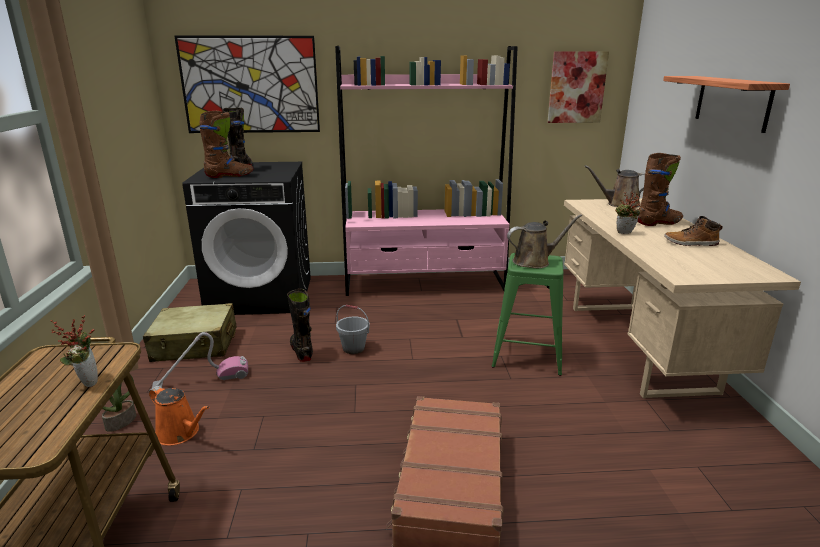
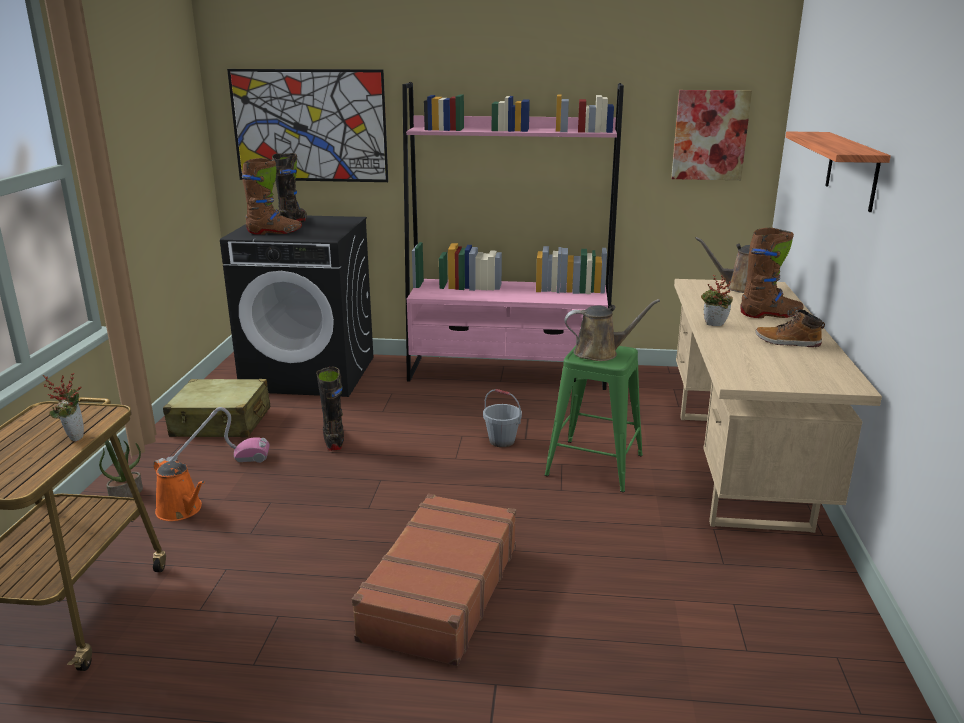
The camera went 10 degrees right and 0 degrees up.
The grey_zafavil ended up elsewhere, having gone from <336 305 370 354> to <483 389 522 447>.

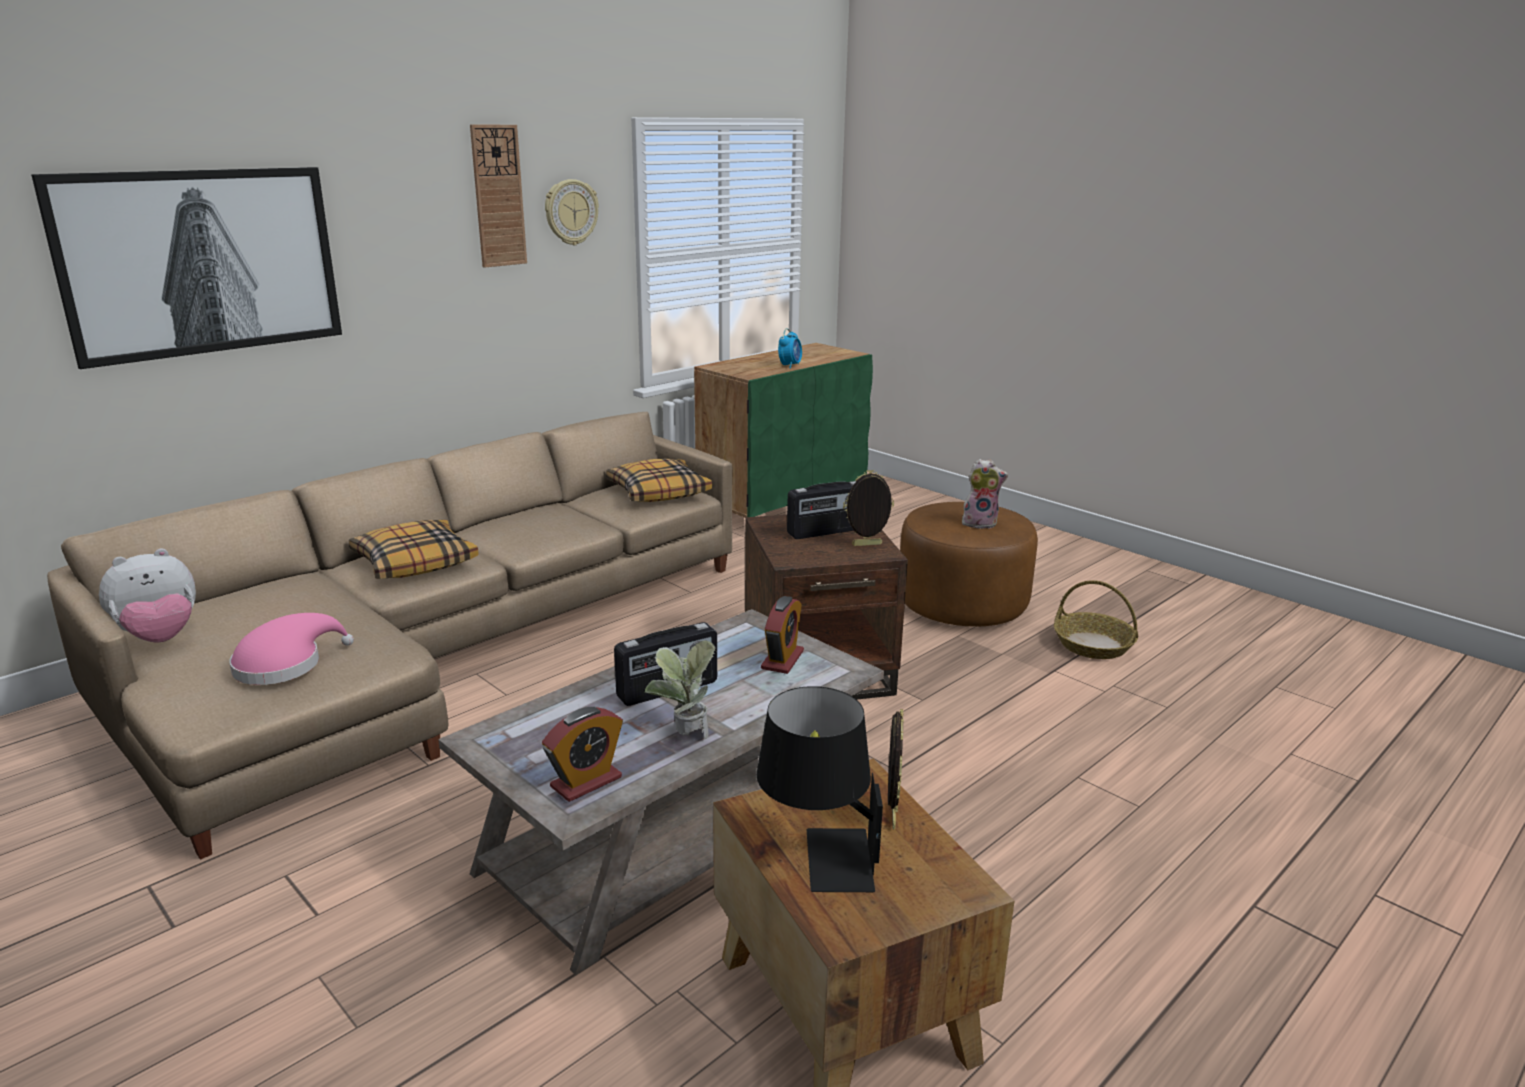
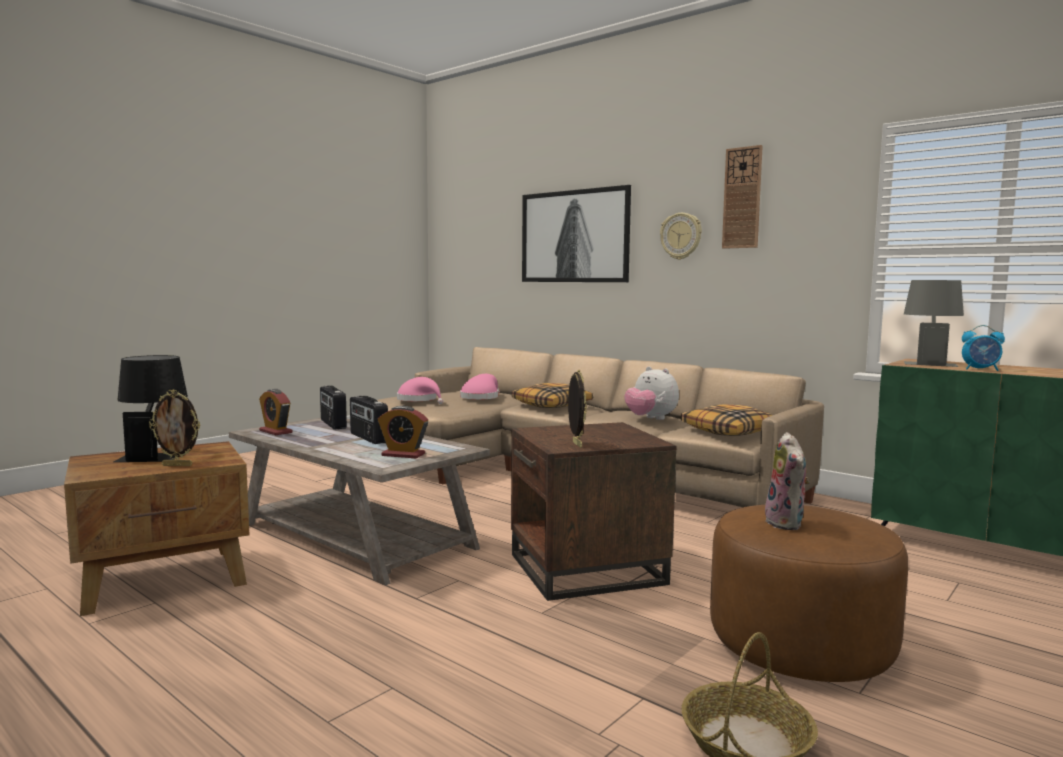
The camera went 85 degrees right and 15 degrees down.
The second view lost the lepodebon at <645 640 715 739>.
The second view gained the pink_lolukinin at <460 374 500 400>.
The second view gained the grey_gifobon at <904 280 964 367>.
The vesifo ended up elsewhere, having gone from <99 548 196 643> to <625 366 679 420>.
The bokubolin ended up elsewhere, having gone from <545 179 599 245> to <660 213 702 260>.
The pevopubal ended up elsewhere, having gone from <787 481 856 539> to <320 386 347 430>.

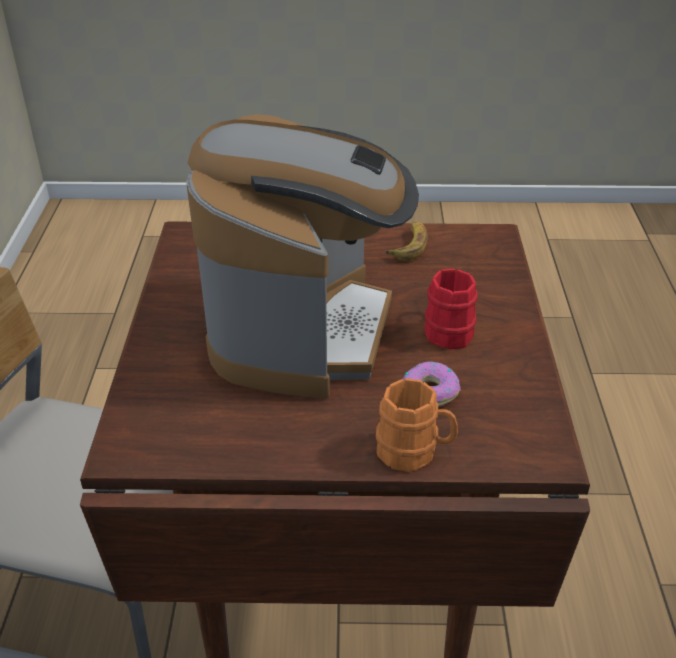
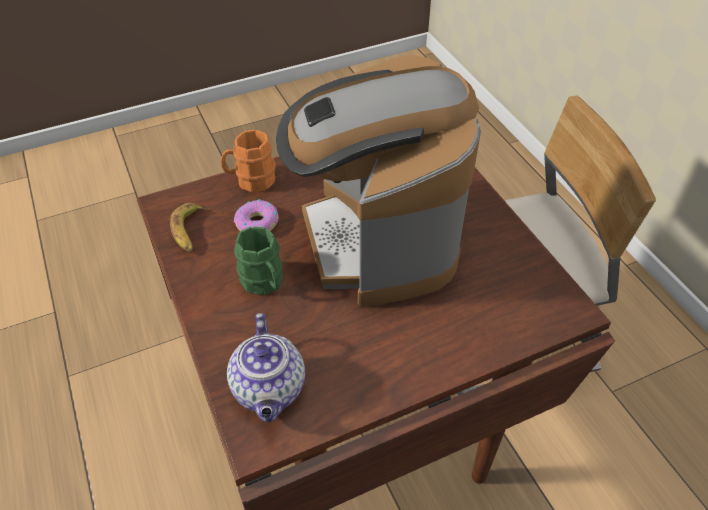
The camera went 155 degrees right and 10 degrees up.
The second view gained the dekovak at <227 313 305 422>.
The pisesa ended up elsewhere, having gone from <385 222 427 261> to <170 203 206 253>.
What was the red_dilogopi at <424 269 478 349> turned into the green_dilogopi at <234 226 283 295>.

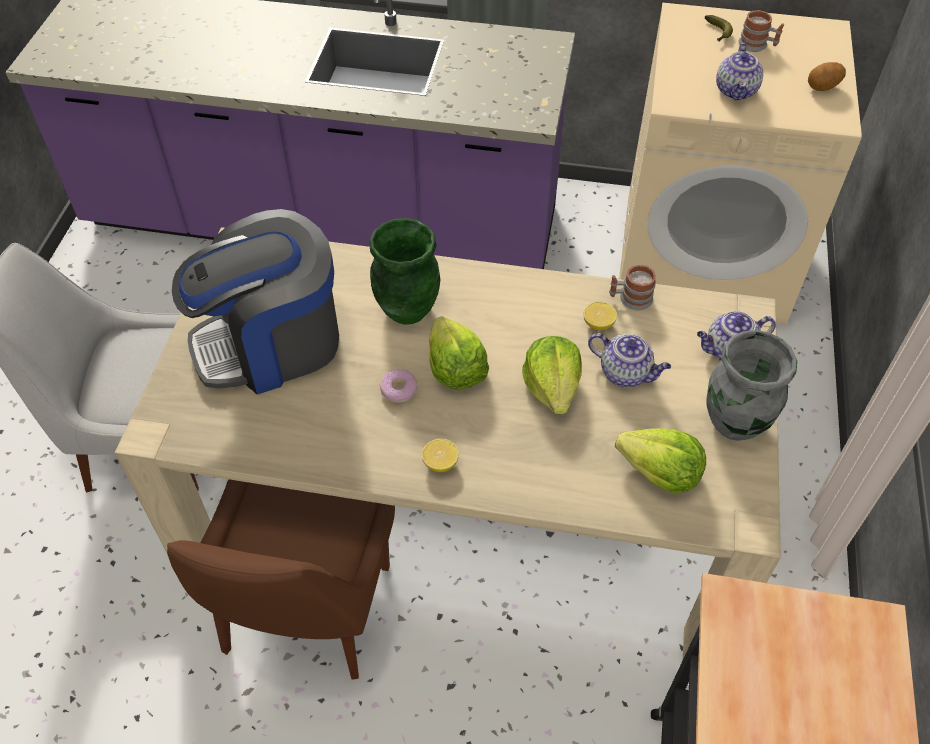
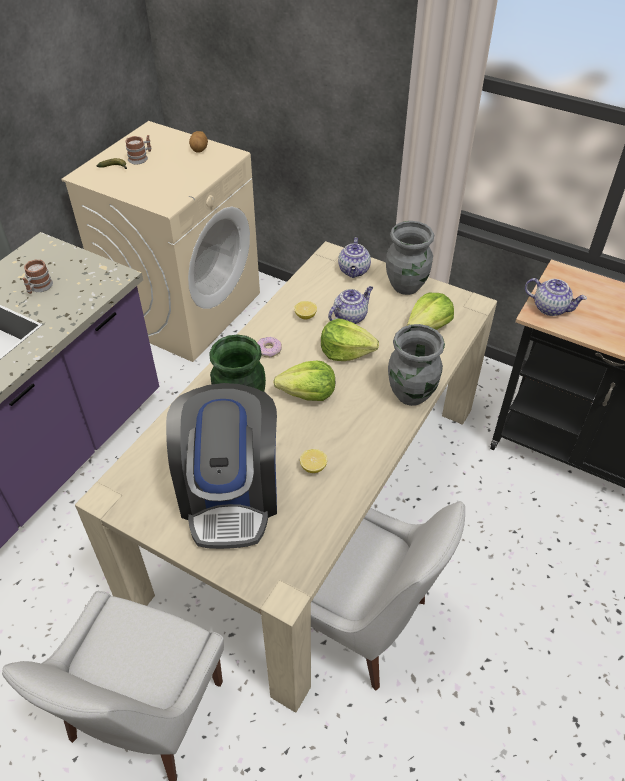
The camera went 70 degrees left and 5 degrees down.
The second view gained the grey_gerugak at <388 324 445 406>.
The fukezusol ended up elsewhere, having gone from <380 369 417 403> to <257 337 282 357>.
The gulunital ended up elsewhere, having gone from <421 439 459 472> to <300 449 327 473>.
The dilogopi ended up elsewhere, having gone from <609 265 656 310> to <22 260 53 294>.
The dekovak ended up elsewhere, having gone from <716 43 763 100> to <525 278 587 316>.
What was the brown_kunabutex at <167 479 395 680> turned into the white_kunabutex at <311 501 465 691>.

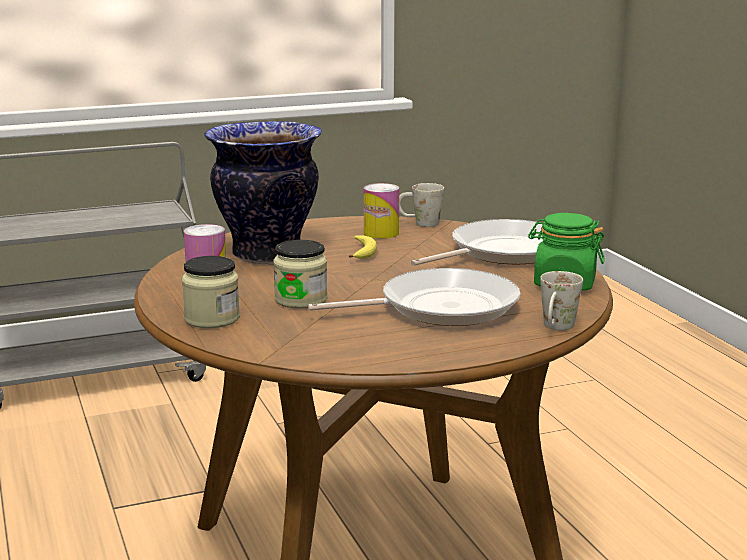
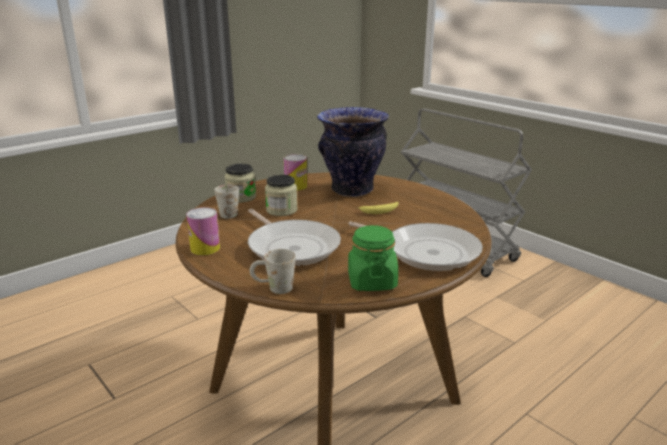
The camera went 70 degrees right and 5 degrees up.
The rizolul ended up elsewhere, having gone from <364 183 399 239> to <186 207 220 255>.
The white_dilogopi ended up elsewhere, having gone from <399 183 444 227> to <215 185 239 219>.

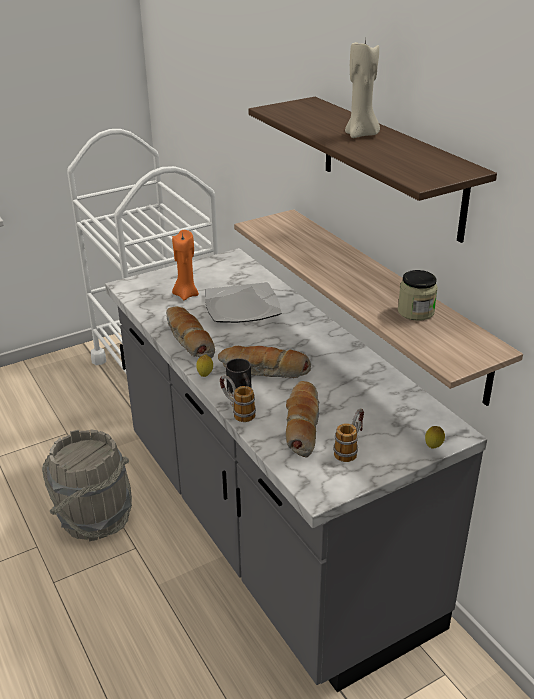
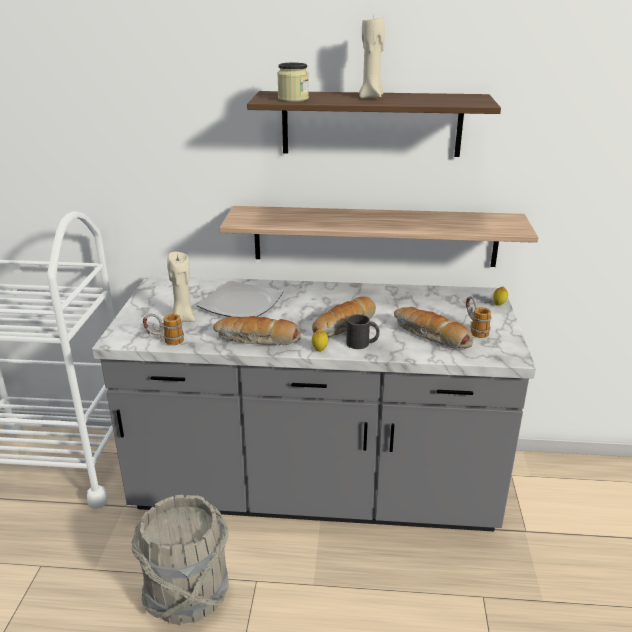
The camera went 55 degrees left and 5 degrees down.
The dilogopi ended up elsewhere, having gone from <220 375 256 422> to <143 314 184 345>.
The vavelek ended up elsewhere, having gone from <398 270 438 321> to <277 63 309 102>.
What was the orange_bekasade at <172 230 199 300> turned into the beige_bekasade at <167 252 195 322>.

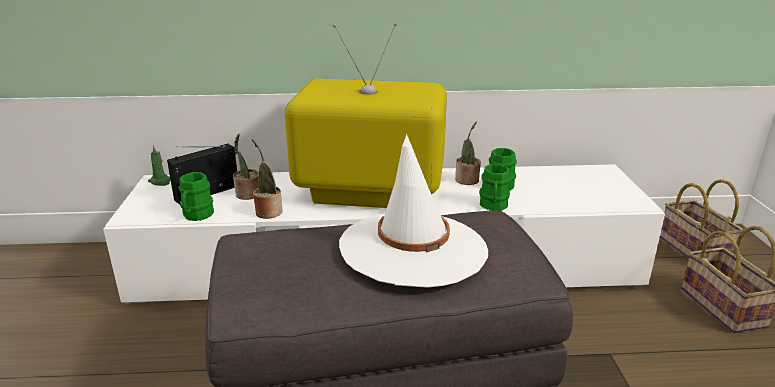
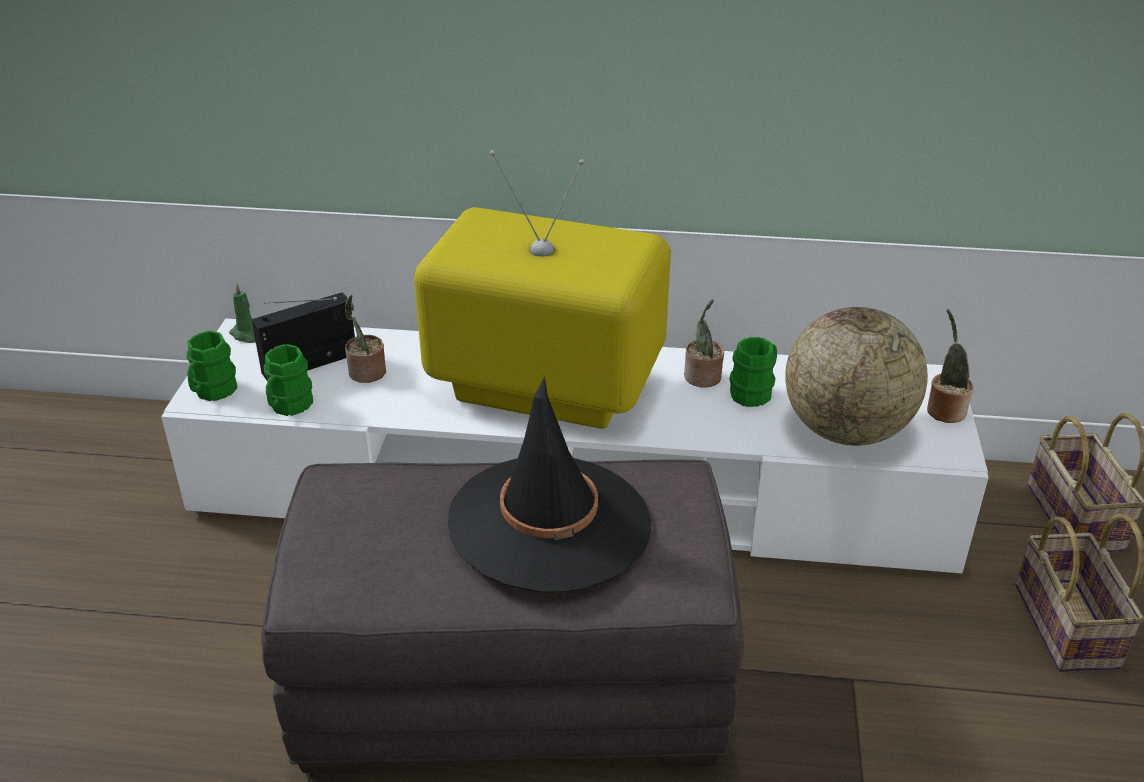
The camera went 10 degrees right and 10 degrees up.
The second view gained the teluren at <785 307 928 446>.
The lepodebon ended up elsewhere, having gone from <252 139 283 219> to <927 309 973 423>.
The green_dilogopi ended up elsewhere, having gone from <479 164 511 211> to <187 331 237 401>.
What was the white_lolukinin at <339 134 488 288> turned into the black_lolukinin at <448 376 652 592>.

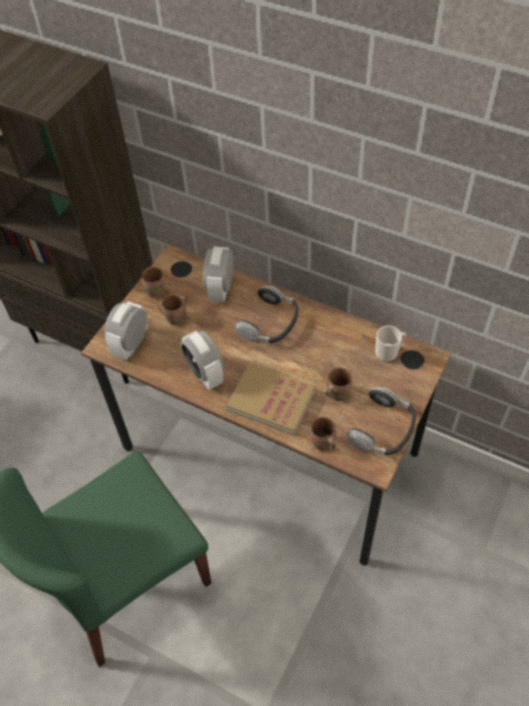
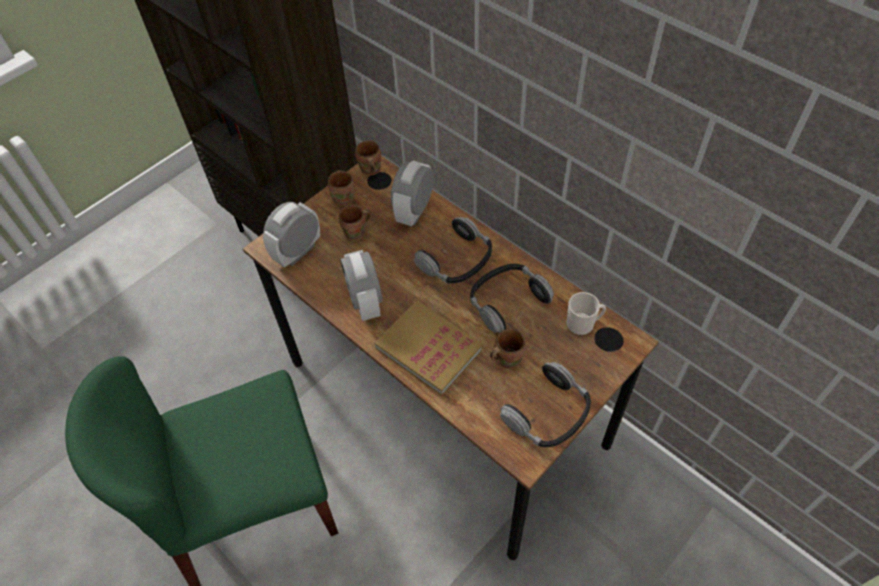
The camera went 15 degrees right and 0 degrees up.
The second view gained the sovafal at <470 264 554 333>.
The brown_dilogopi ended up elsewhere, having gone from <310 417 336 451> to <355 141 381 176>.

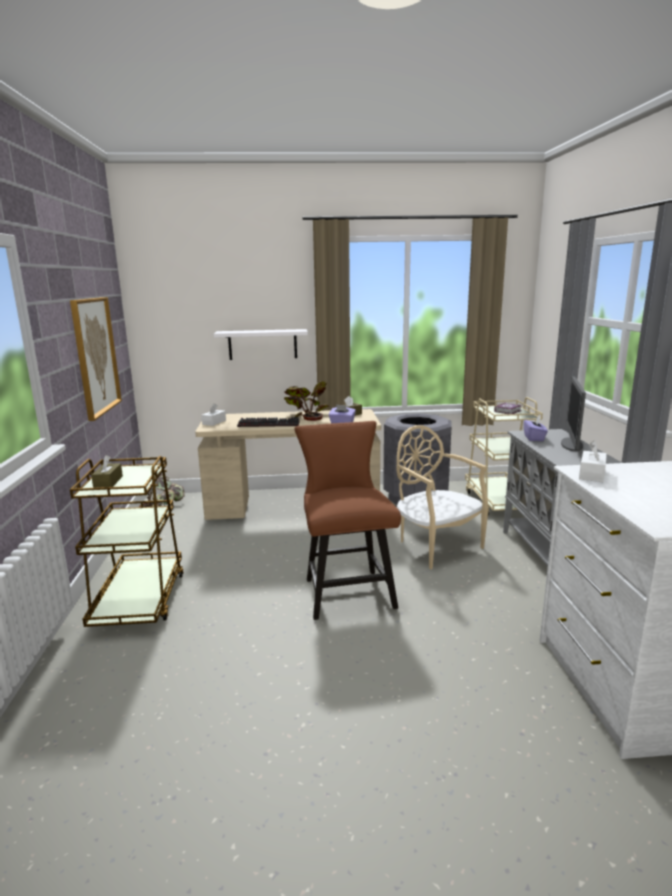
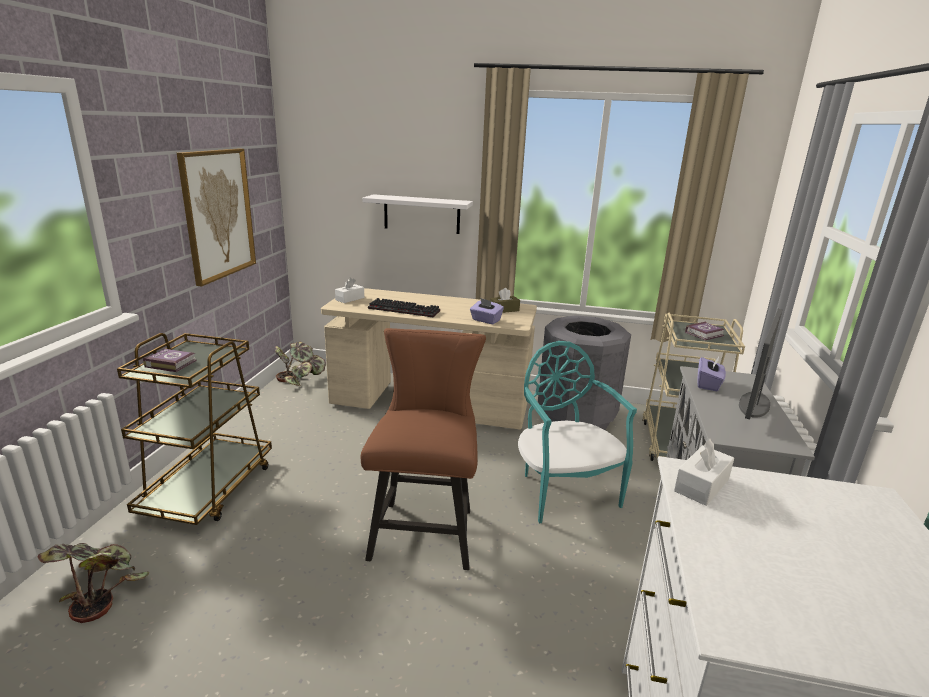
The camera went 15 degrees right and 5 degrees up.
The lepodebon ended up elsewhere, having gone from <284 381 329 421> to <37 543 149 623>.
Where the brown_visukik stood at <91 455 123 488>, the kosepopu came to stand at <143 349 197 372>.
What was the beige_kunabutex at <397 425 488 569> turned into the turquoise_kunabutex at <518 341 637 523>.

